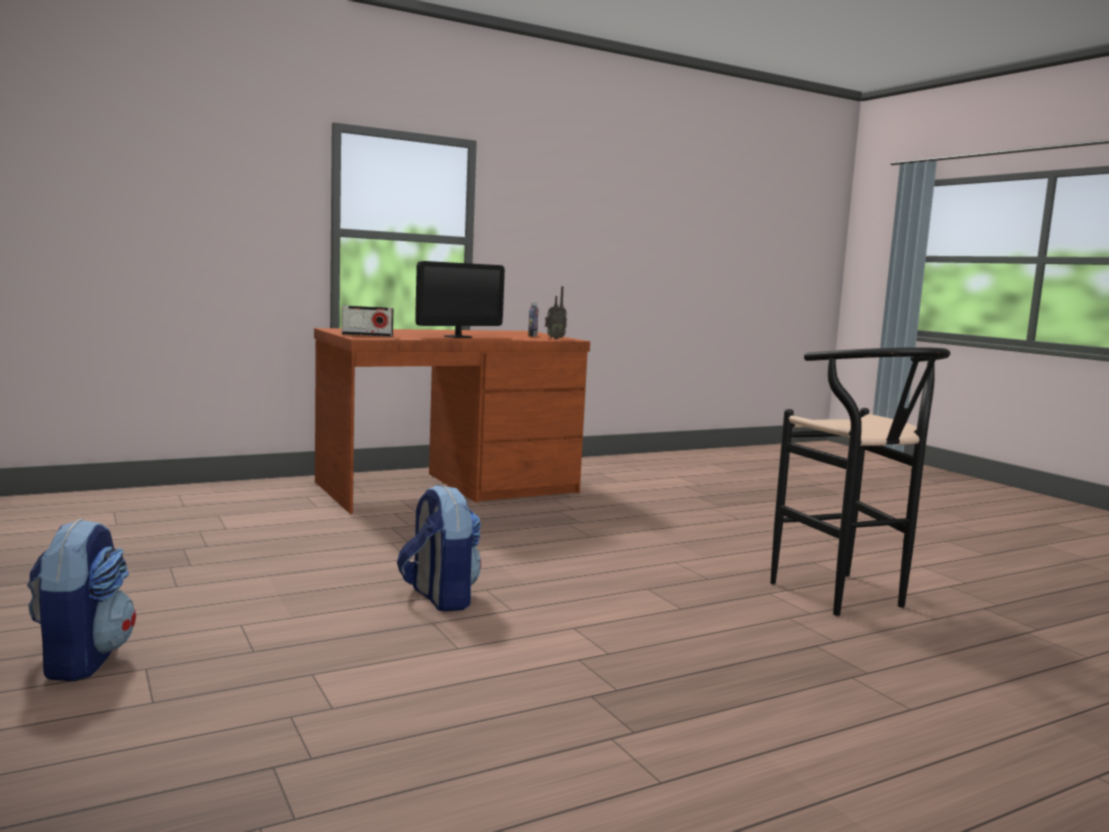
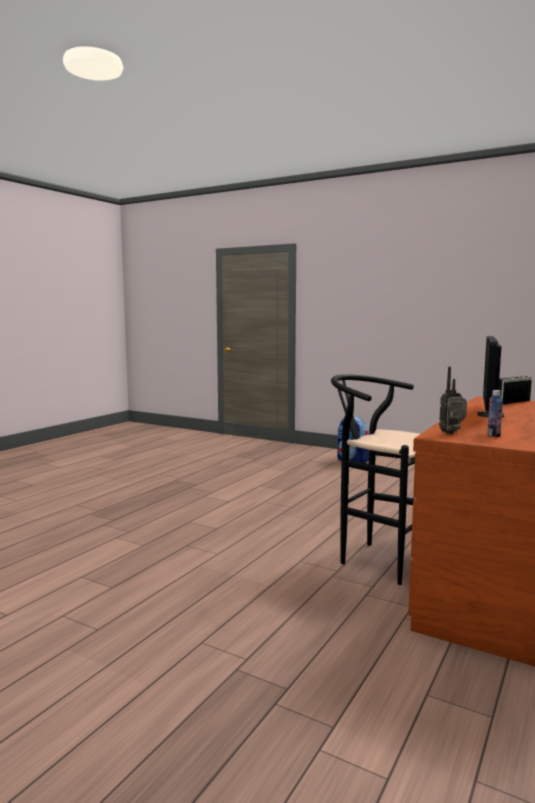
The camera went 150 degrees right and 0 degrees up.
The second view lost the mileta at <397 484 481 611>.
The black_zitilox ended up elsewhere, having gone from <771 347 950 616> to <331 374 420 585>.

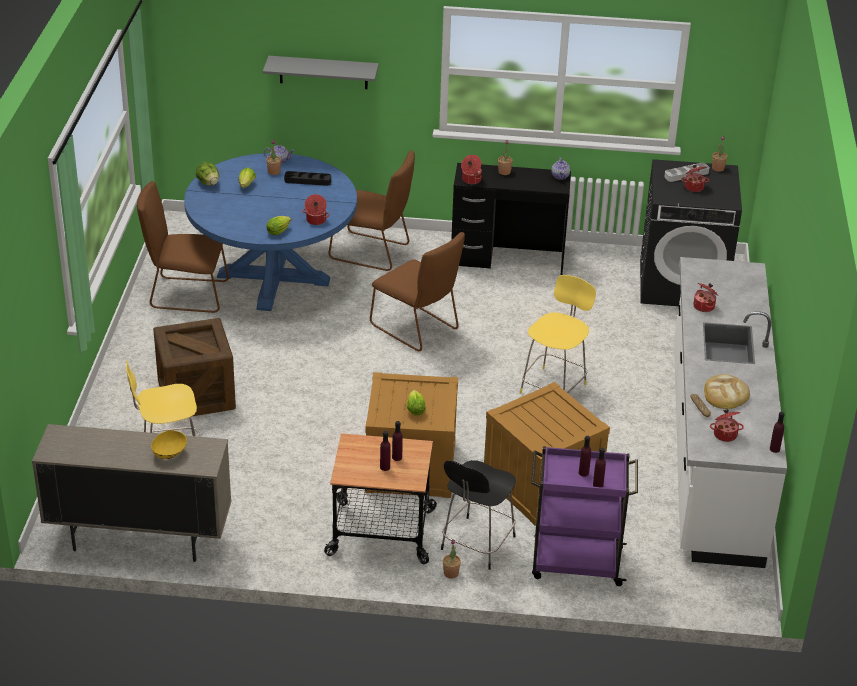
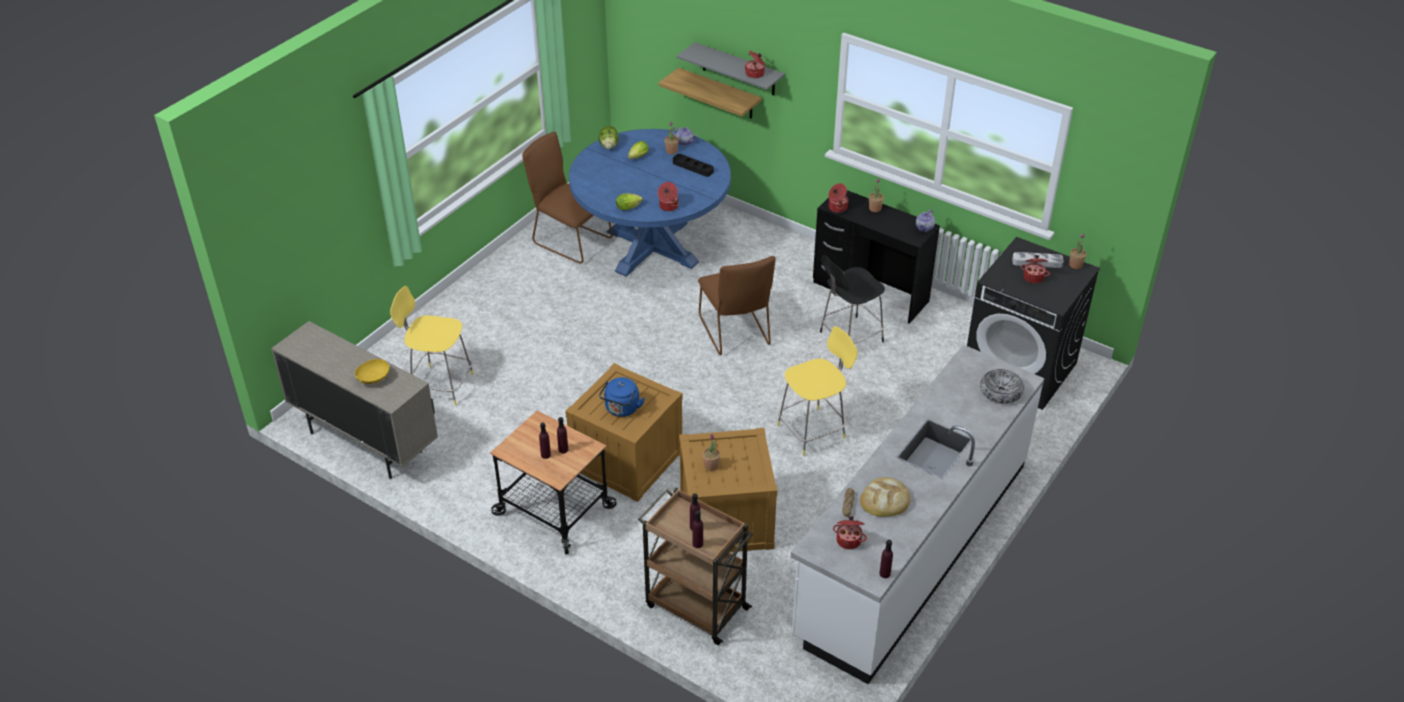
The camera went 30 degrees right and 5 degrees up.
The second view lost the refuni at <153 318 236 416>.
The second view lost the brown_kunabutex at <328 151 415 271>.
The second view gained the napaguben at <659 68 762 119>.
The second view gained the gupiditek at <980 369 1024 404>.
The black_zitilox ended up elsewhere, having gone from <441 460 516 570> to <820 255 885 344>.
The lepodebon ended up elsewhere, having gone from <443 539 461 579> to <703 434 720 471>.
The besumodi ended up elsewhere, having gone from <693 283 718 312> to <745 51 765 78>.
Where the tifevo stood at <407 390 426 416>, the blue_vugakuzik came to stand at <599 377 645 417>.
What was the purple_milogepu at <531 446 638 586> turned into the brown_milogepu at <638 488 753 645>.

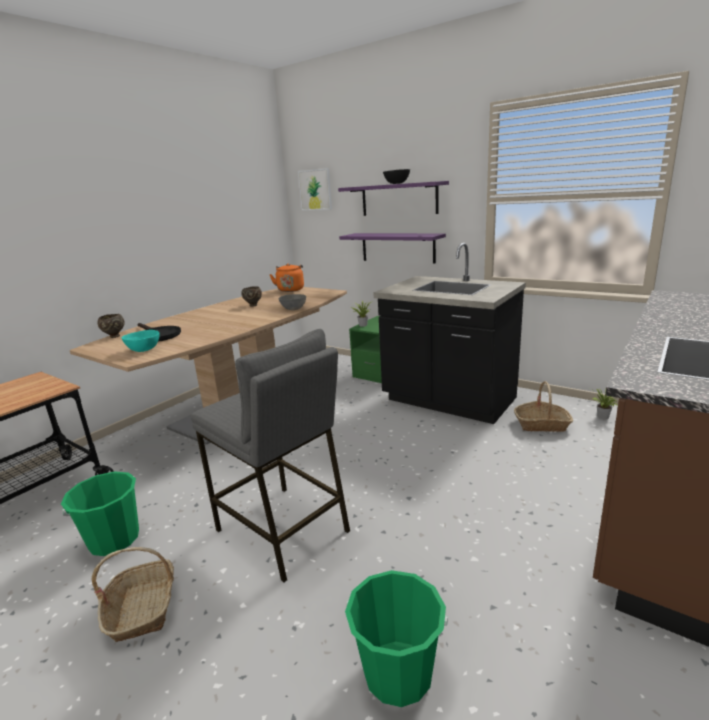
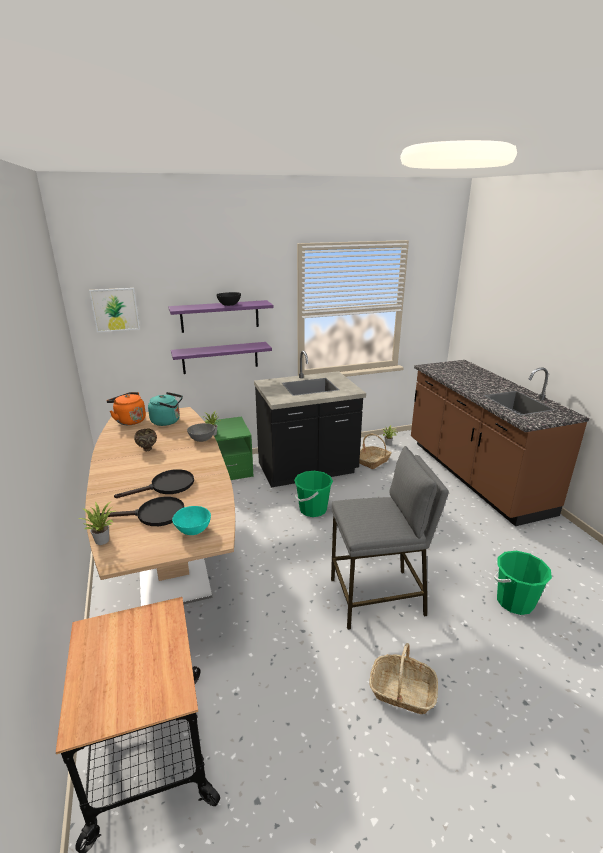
The camera went 55 degrees left and 5 degrees up.
The second view gained the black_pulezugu at <114 469 194 498>.
The second view gained the turquoise_vugakuzik at <148 392 183 426>.
The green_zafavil ended up elsewhere, having gone from <61 471 139 556> to <294 471 333 517>.
Where the brown_gupiditek stood at <97 314 125 338>, the lepodebon came to stand at <79 501 115 545>.

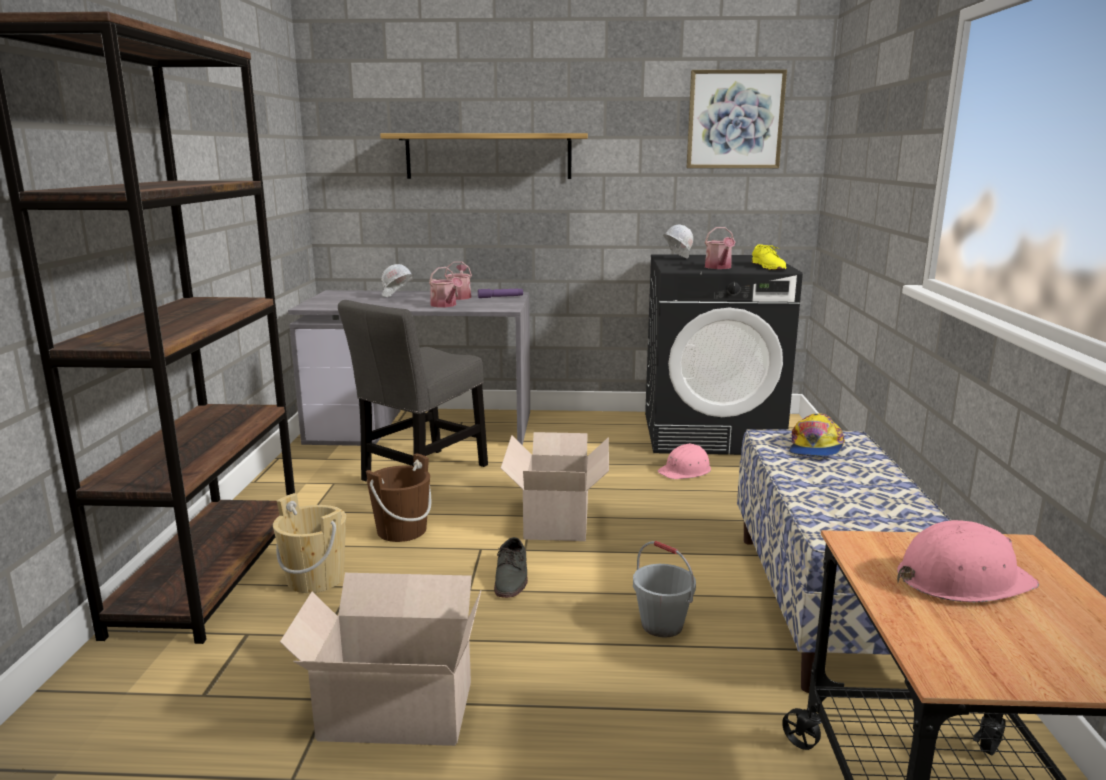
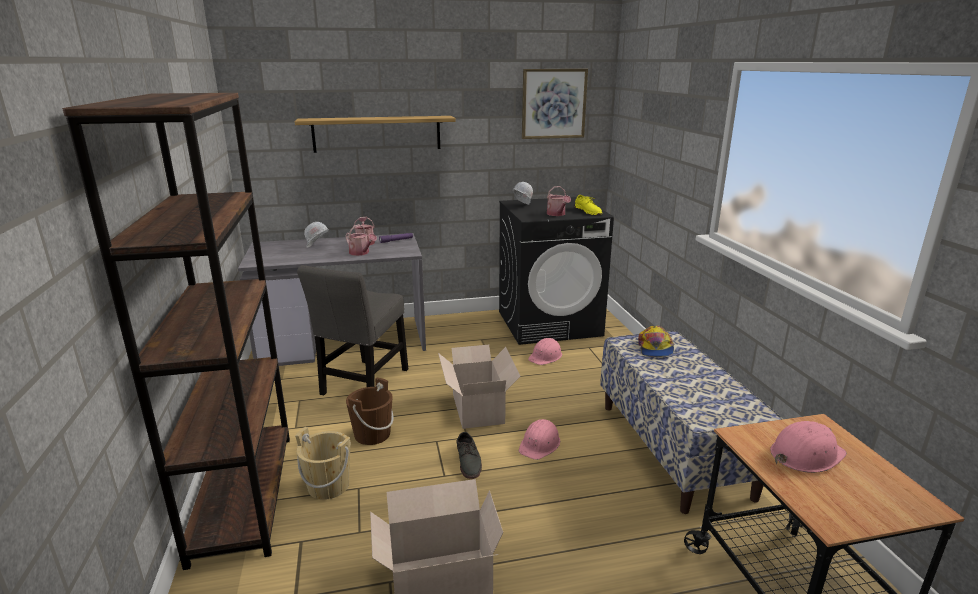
The camera went 15 degrees left and 5 degrees up.
The second view lost the grey_zafavil at <633 541 696 638>.
The second view gained the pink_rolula at <519 419 560 460>.

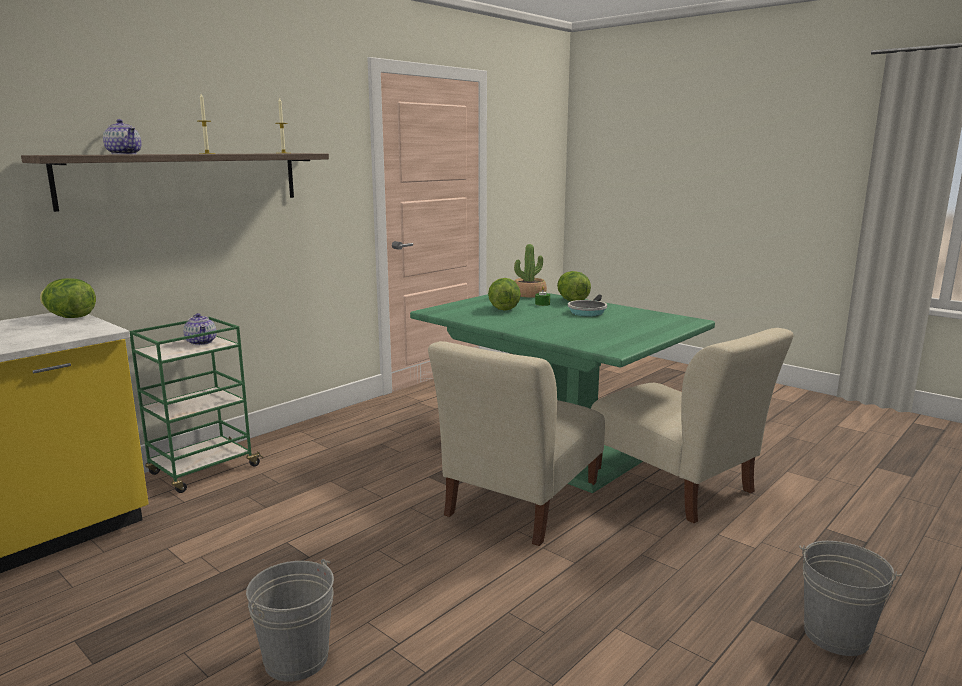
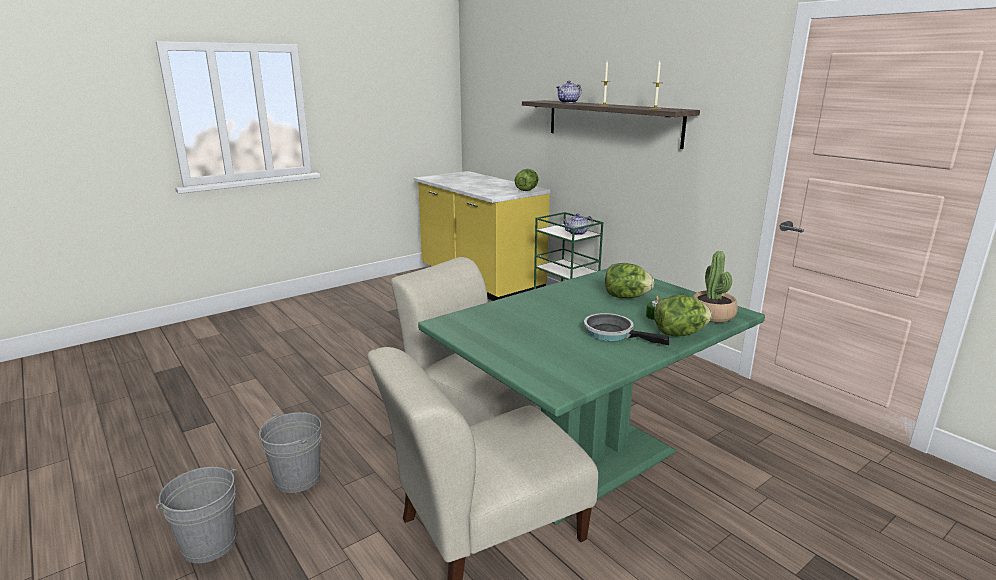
The camera went 100 degrees right and 5 degrees up.
The grey_zafavil ended up elsewhere, having gone from <246 559 334 682> to <259 412 322 493>.

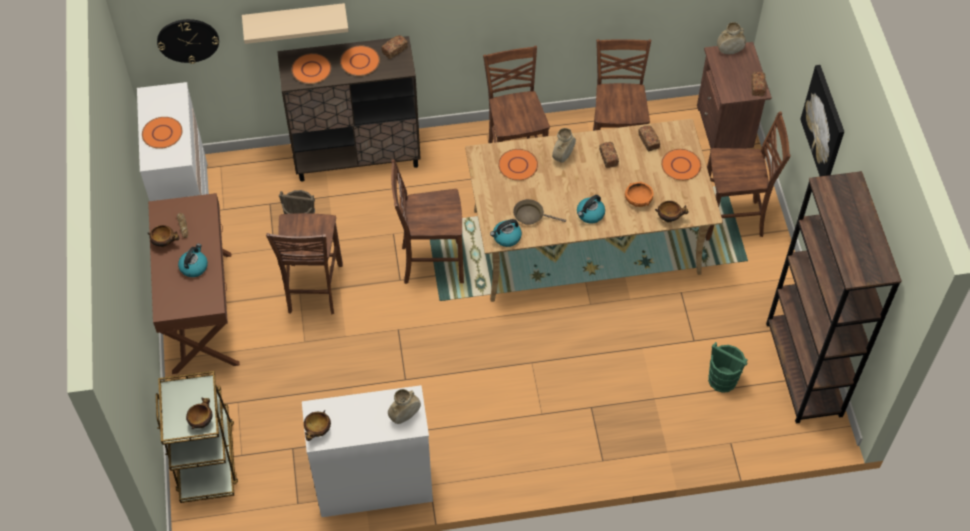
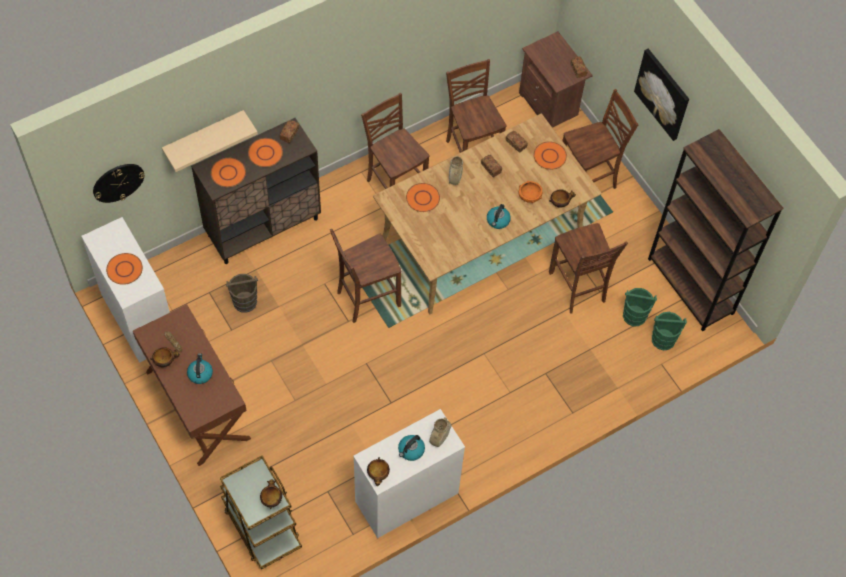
The camera went 25 degrees left and 5 degrees up.
The second view lost the brown_pulezugu at <513 199 566 225>.
The second view lost the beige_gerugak at <717 22 746 54>.
The second view gained the green_zafavil at <652 312 687 350>.
The brown_kunabutex ended up elsewhere, having gone from <266 213 343 314> to <549 223 628 313>.
The vugakuzik ended up elsewhere, having gone from <490 219 522 247> to <398 435 425 461>.

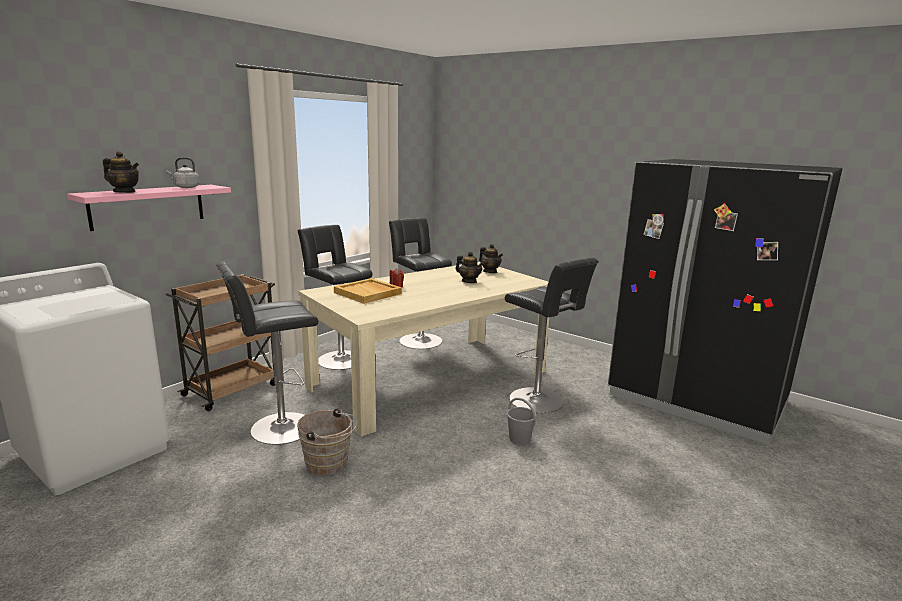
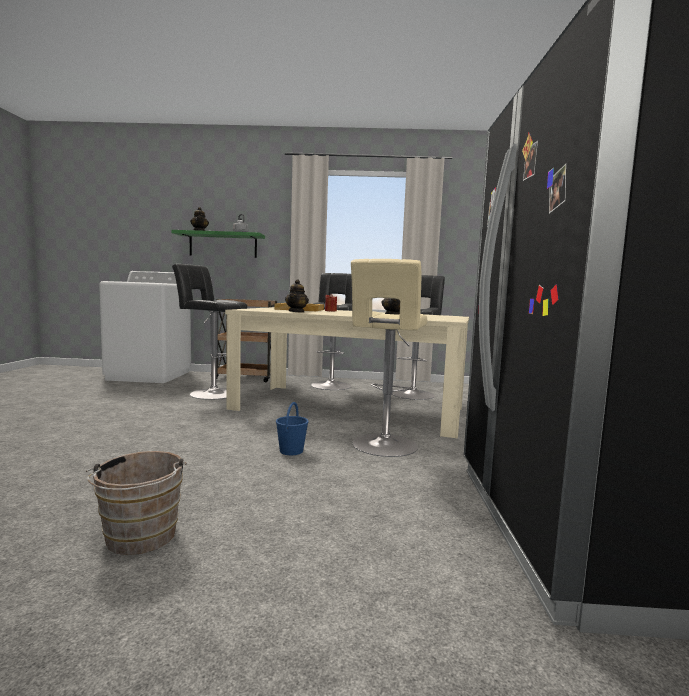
The camera went 55 degrees right and 10 degrees down.
The brown_zafavil ended up elsewhere, having gone from <297 408 357 476> to <86 451 187 555>.
The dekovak ended up elsewhere, having gone from <479 244 503 273> to <285 279 309 313>.
What was the pink_napaguben at <67 185 231 231> turned into the green_napaguben at <171 230 265 258>.
What was the black_zitilox at <505 258 599 413> turned into the beige_zitilox at <351 259 428 457>.
What was the grey_zafavil at <507 398 537 445> turned into the blue_zafavil at <276 402 309 455>.

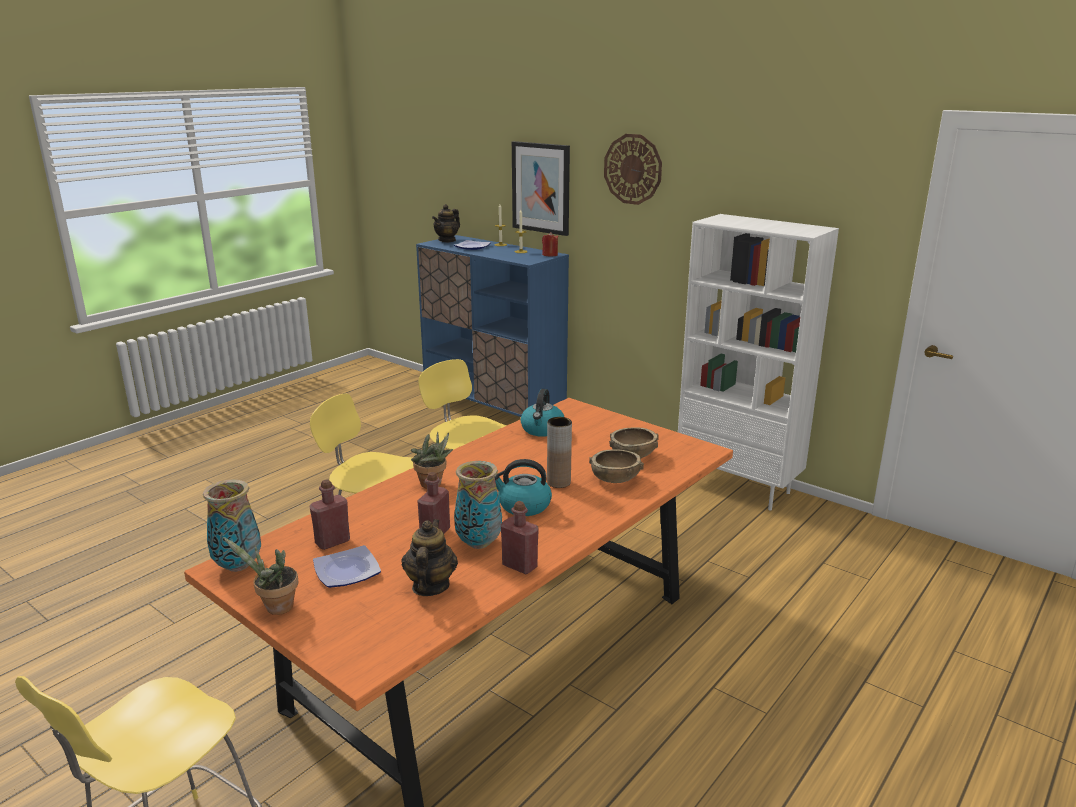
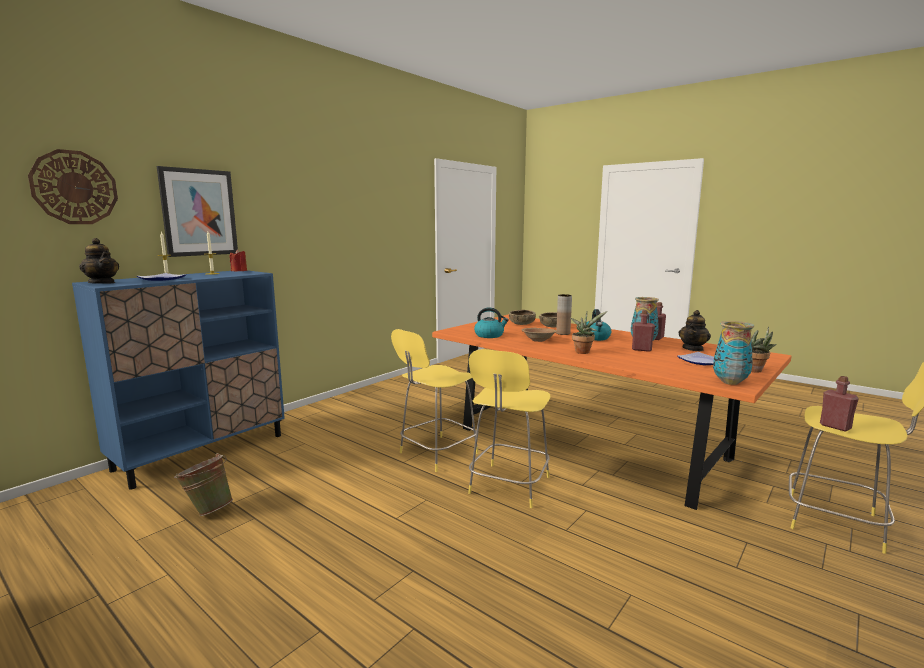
The camera went 90 degrees left and 10 degrees down.
The second view lost the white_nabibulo at <678 214 839 511>.
The second view gained the green_zafavil at <174 453 233 516>.
The second view gained the brown_gupiditek at <522 328 557 342>.
The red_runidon ended up elsewhere, having gone from <310 479 350 550> to <820 376 859 431>.
The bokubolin ended up elsewhere, having gone from <604 134 662 205> to <28 149 118 224>.
The dekovak at <402 519 458 596> ended up facing another way, 60 degrees counterclockwise from before.

